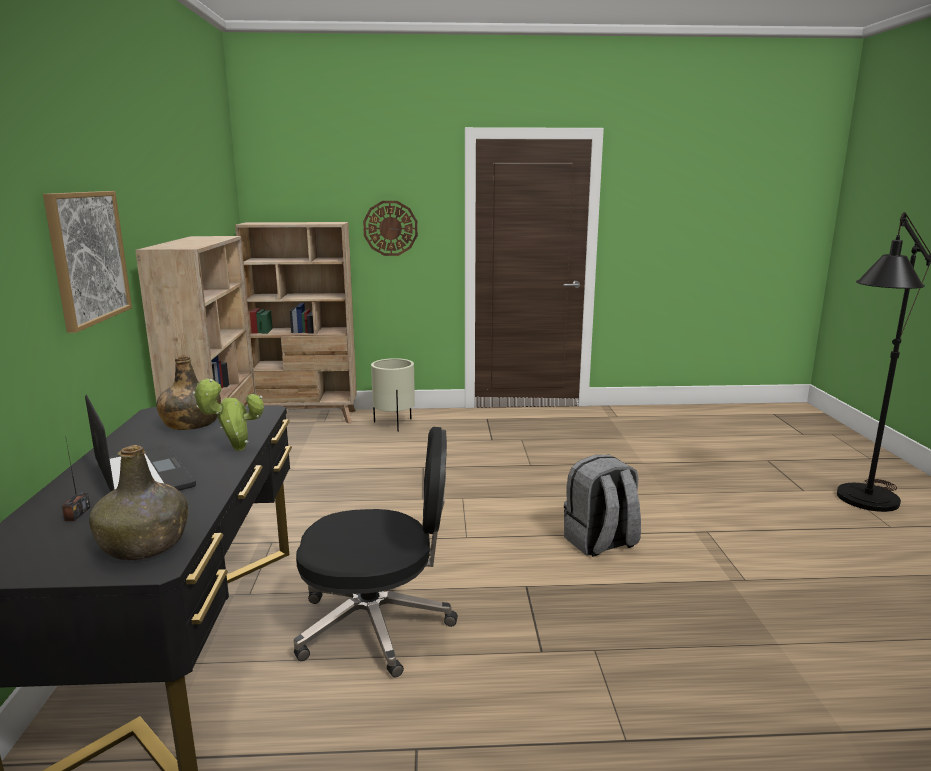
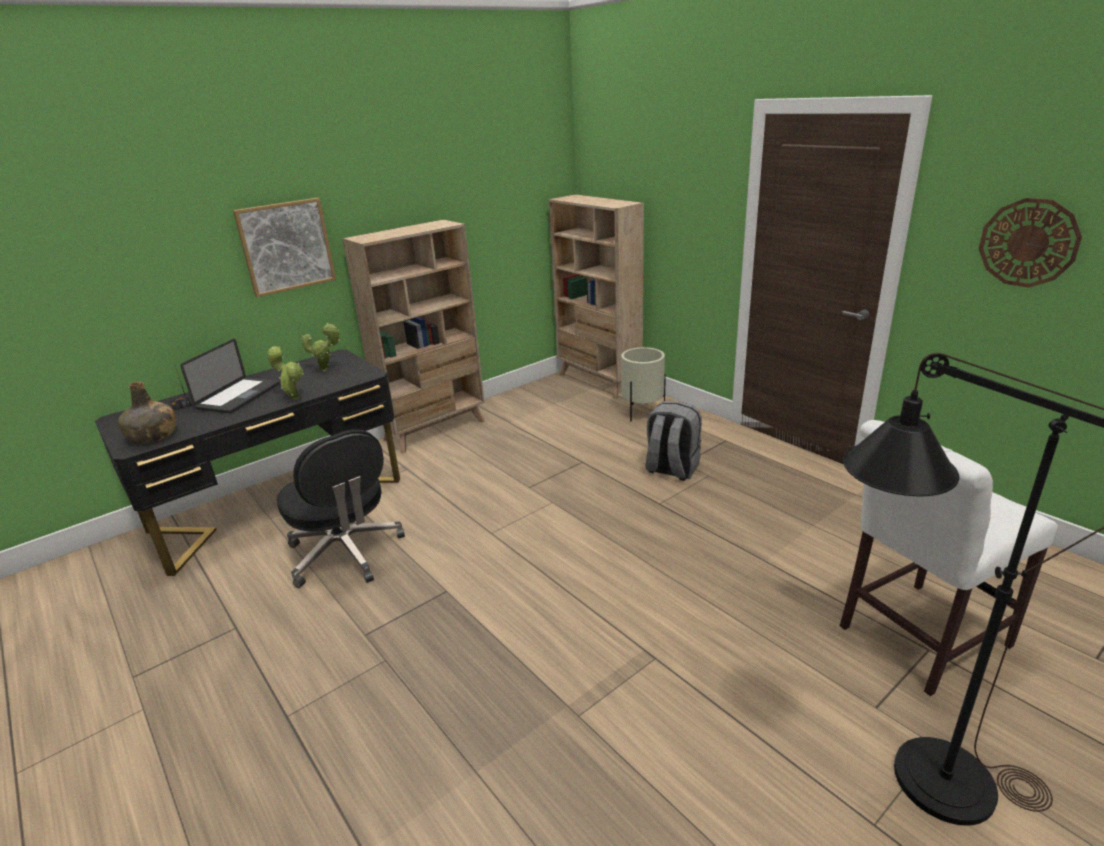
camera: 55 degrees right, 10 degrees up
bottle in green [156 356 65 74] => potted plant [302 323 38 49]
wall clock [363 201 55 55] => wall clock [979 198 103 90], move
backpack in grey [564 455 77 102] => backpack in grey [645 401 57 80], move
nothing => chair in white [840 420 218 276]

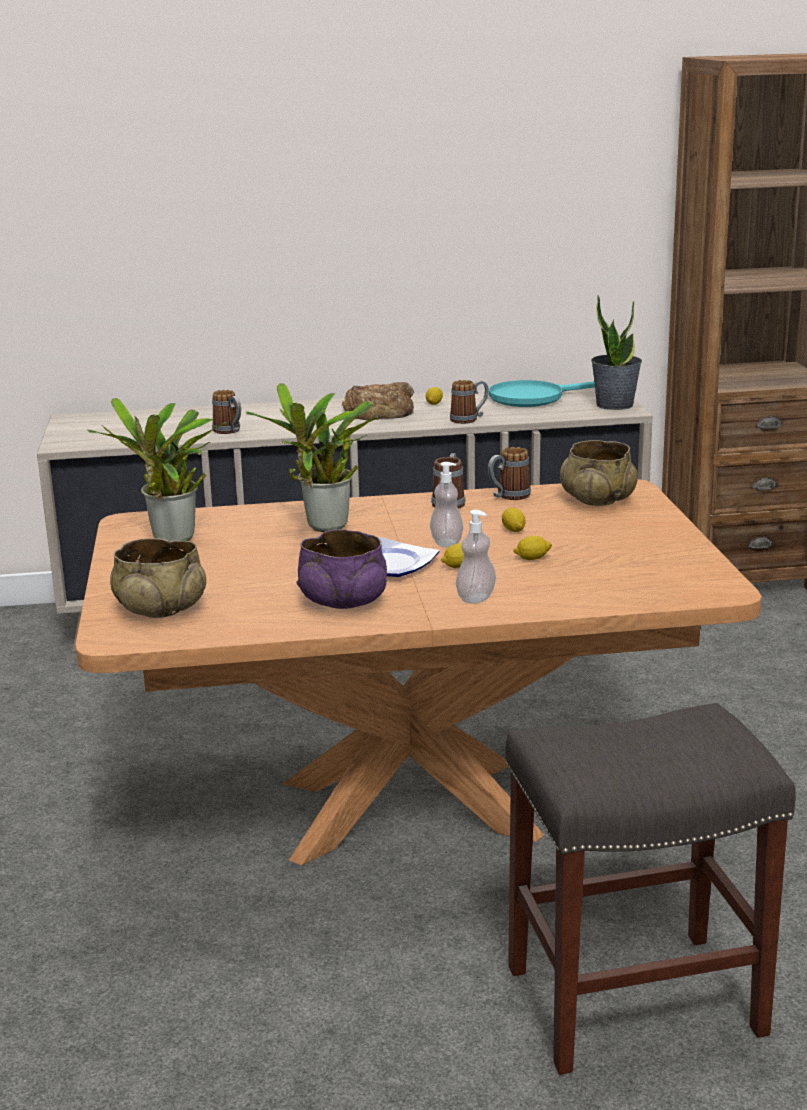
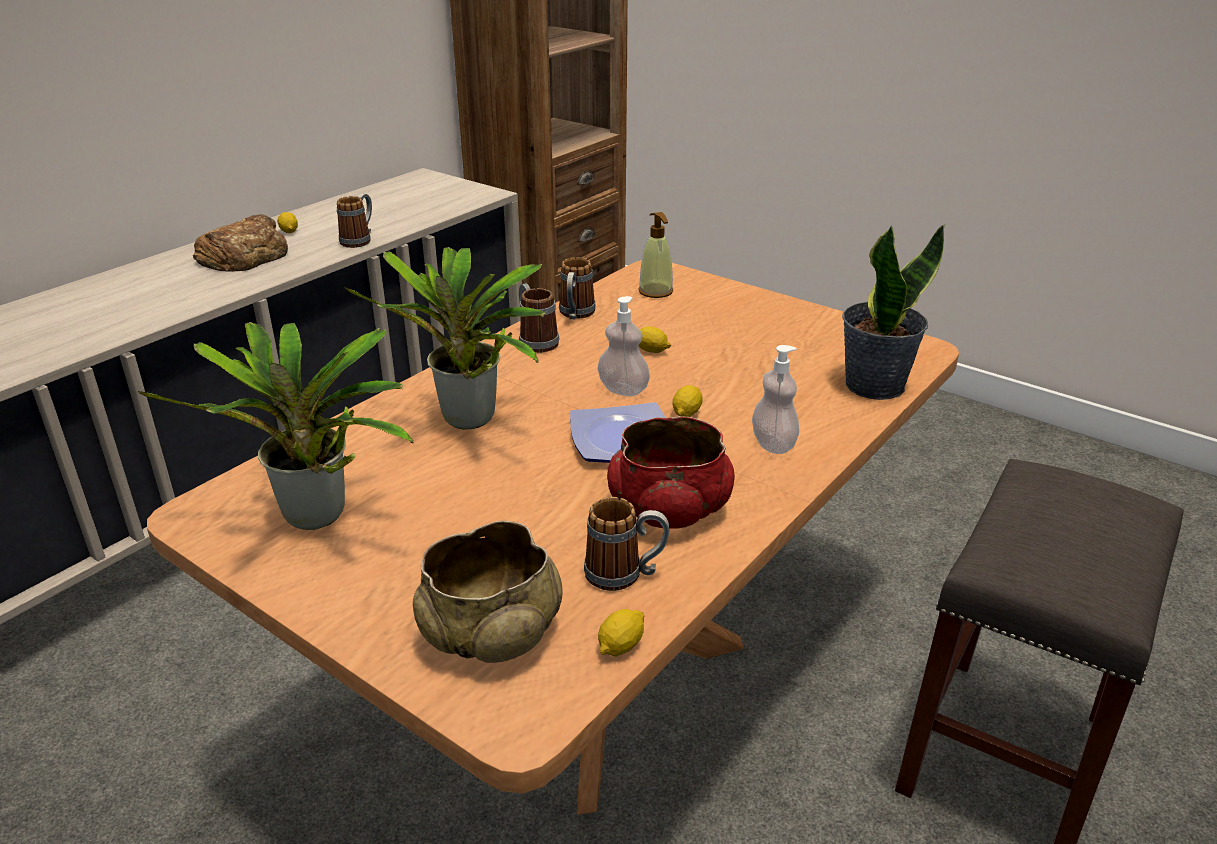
camera: 45 degrees left, 10 degrees up
mug [212 390 29 44] => mug [584 497 85 94], move
bowl in purple [296 529 91 80] => bowl in red [607 416 128 113]
frying pan in turquoise [489 380 106 27] => nothing
lemon [513 536 39 24] => lemon [598 609 47 48], move
bowl in beige [560 440 78 66] => soap dispenser [638 212 36 86]
potted plant [591 296 51 114] => potted plant [842 224 103 176], move

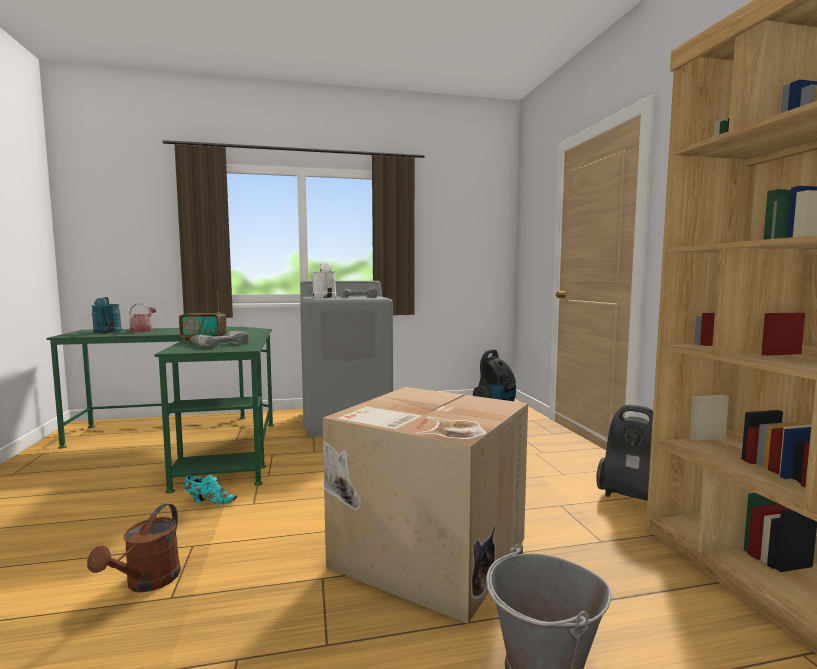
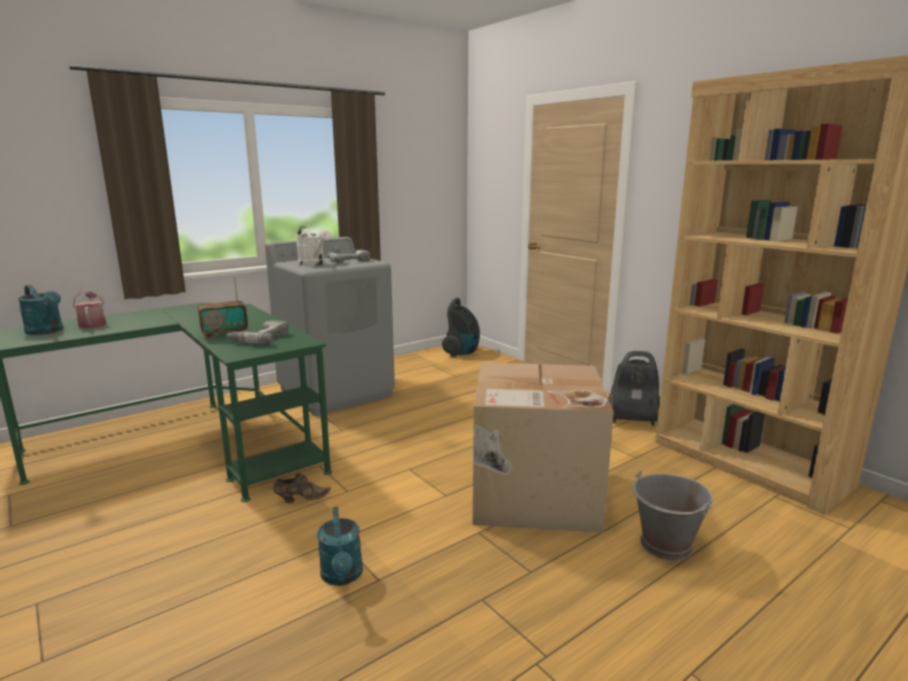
camera: 25 degrees left, 10 degrees up
watering can in brown [87 504 94 88] => watering can in turquoise [317 507 46 79]
shoe in turquoise [184 474 54 30] => shoe in brown [273 474 58 29]

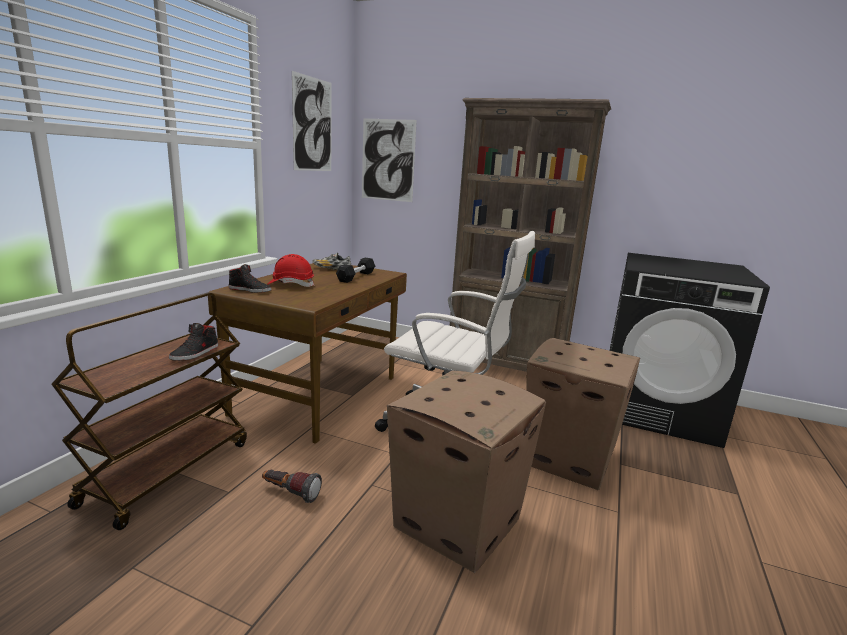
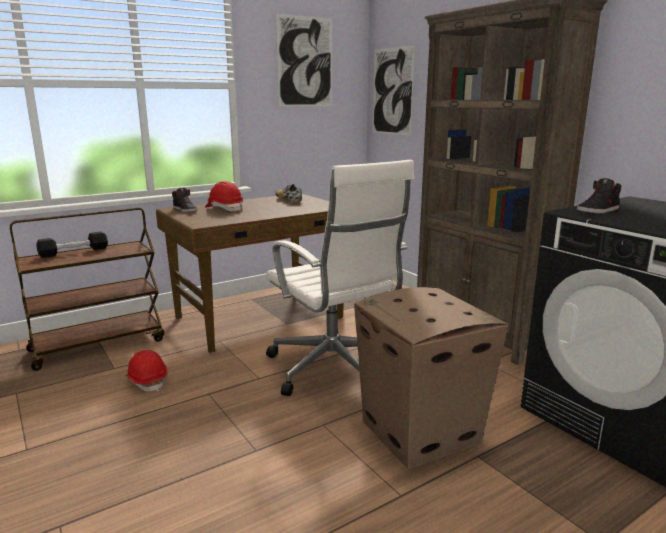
camera: 35 degrees right, 0 degrees up
shoe in black [169 323 49 38] => shoe in black [577 178 44 36], move
flashlight [262 470 60 33] => hard hat in red [126 350 42 41]
dumbbell in black [336 258 39 25] => dumbbell in black [36 231 72 27], move
cardboard box [387 371 159 202] => nothing

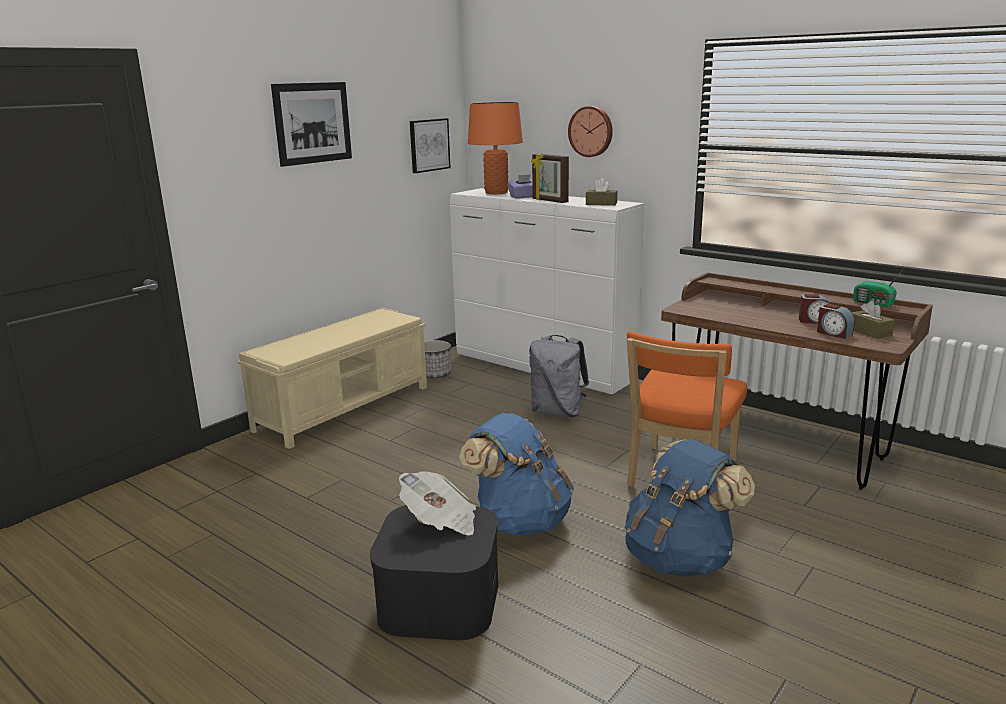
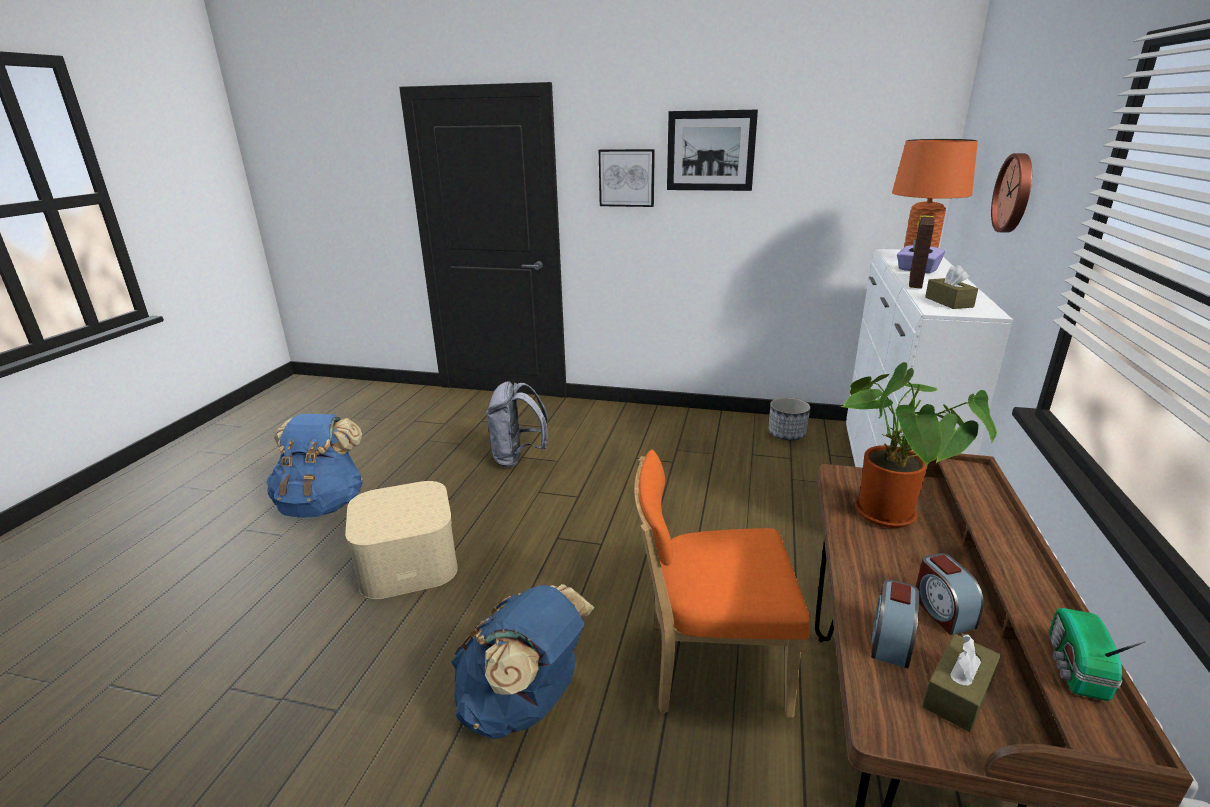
camera: 65 degrees right, 5 degrees up
bench in beige [237 308 190 141] => nothing
storage box in black [370 505 129 135] => storage box in beige [345 481 113 118]
newspaper [399 471 77 64] => nothing
picture [410 118 41 55] => picture [599 149 56 58], move
backpack in blue [459 413 115 122] => backpack in blue [266 414 97 104], move
backpack in grey [529 335 60 82] => backpack in grey [486 381 62 87], move
nothing => potted plant [841 362 156 166]

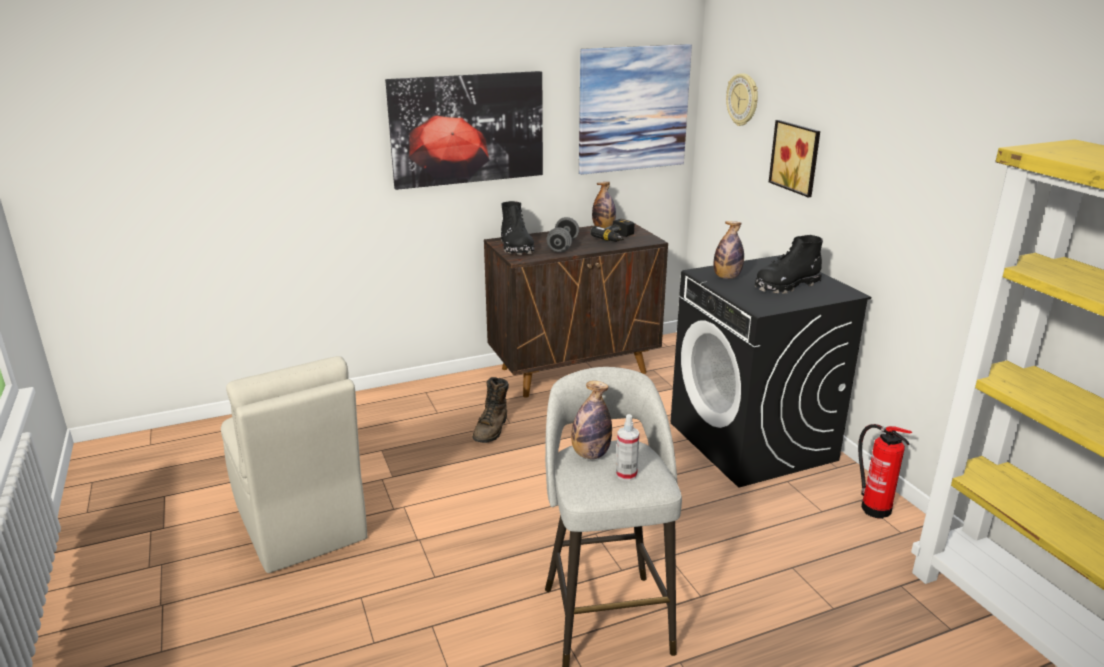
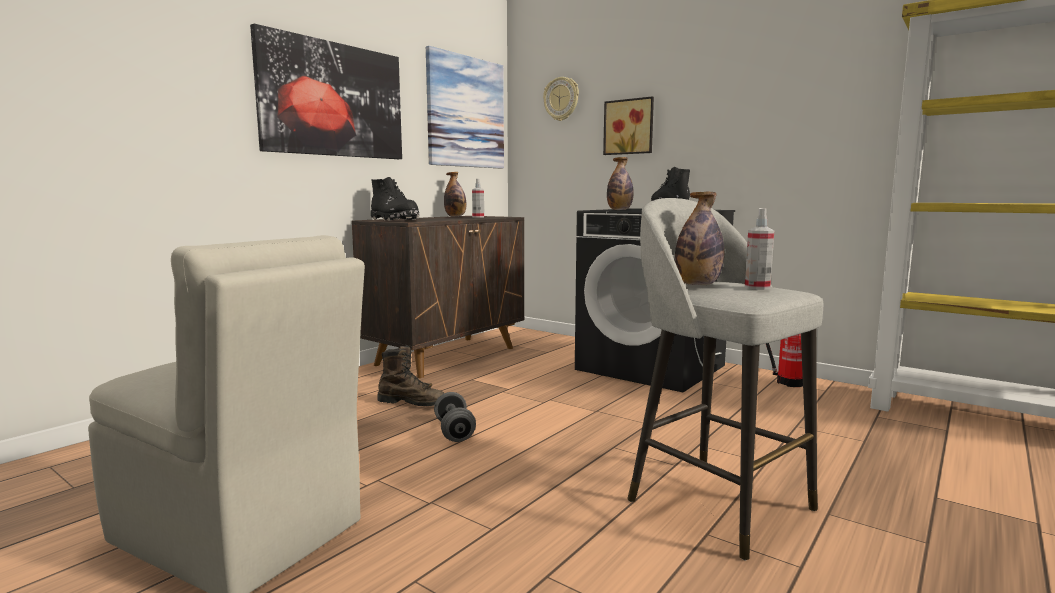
camera: 30 degrees left, 15 degrees down
boot in brown [473 377 36 66] => boot in brown [377 345 67 61], 60 degrees counterclockwise
dumbbell in grey [547 217 32 36] => dumbbell in grey [434 392 42 50], move
power drill [590 219 44 23] => spray bottle [472 179 12 39]

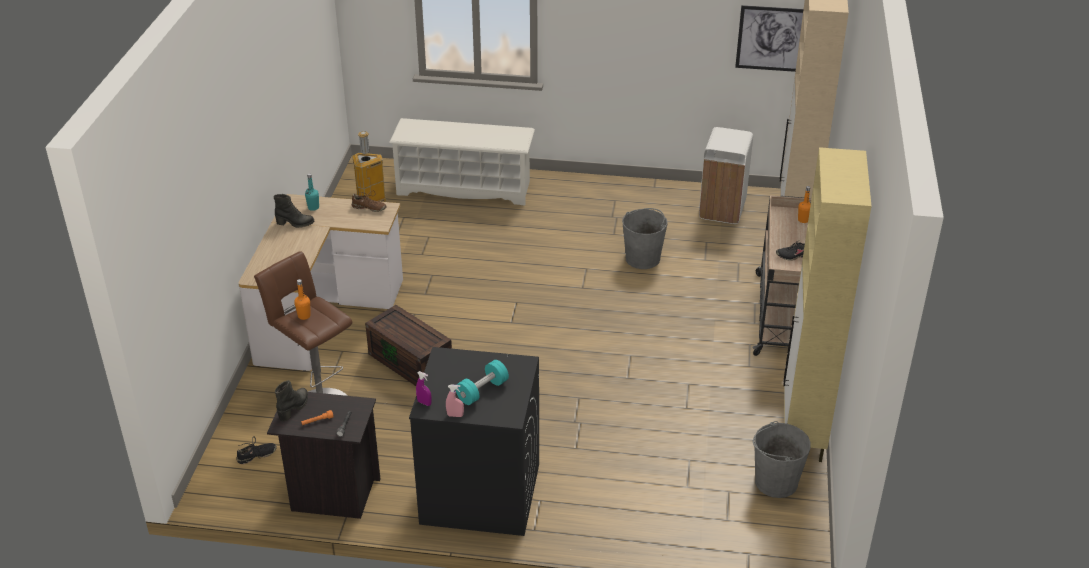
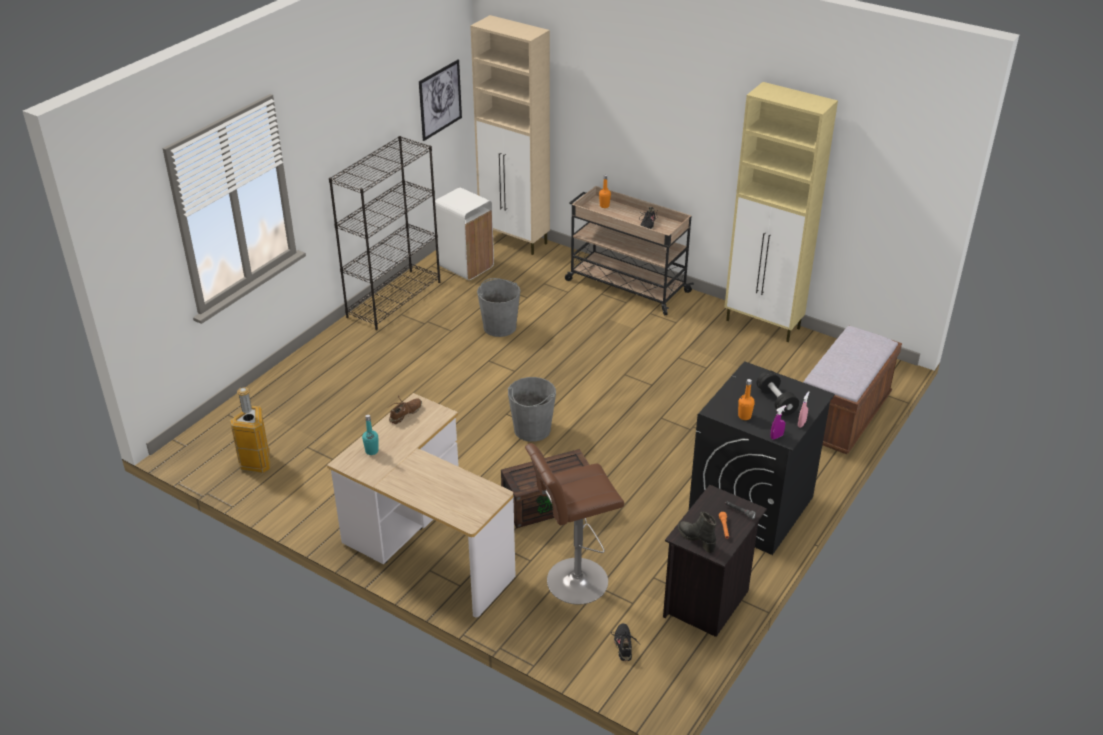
camera: 65 degrees left, 0 degrees up
boot in black [273 194 41 34] => nothing
bottle in orange [294 279 17 41] => bottle in orange [738 379 17 41], move
shoe rack in white [389 118 146 87] => nothing
dumbbell in turquoise [456 360 53 45] => dumbbell in black [757 371 42 45]
bucket in grey [753 421 58 77] => bucket in grey [508 377 48 65], move
nothing => bookcase in black [329 136 111 194]
nothing => bench in brown [803 326 99 128]

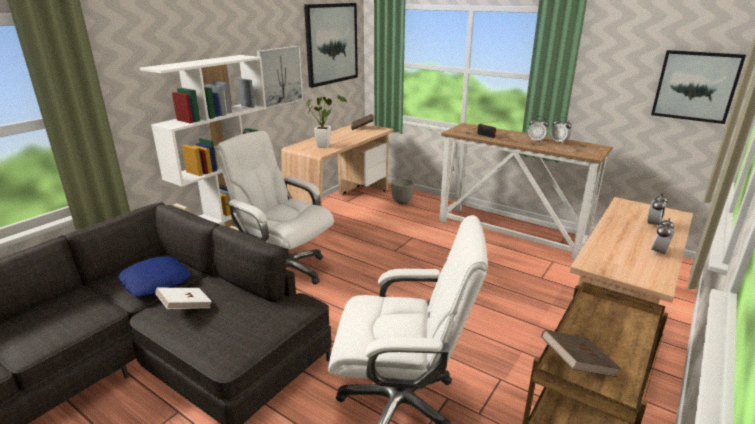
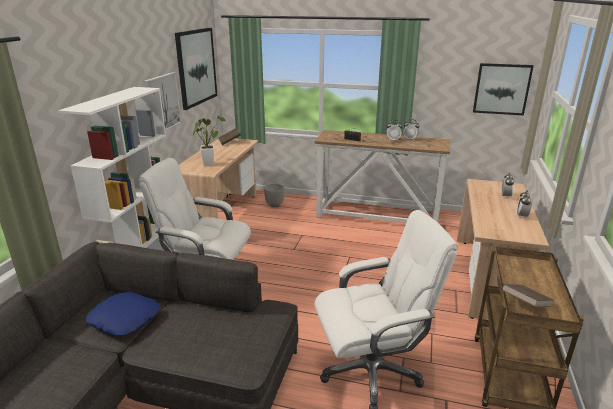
camera: 20 degrees left, 0 degrees up
book in white [155 288 57 21] => nothing

